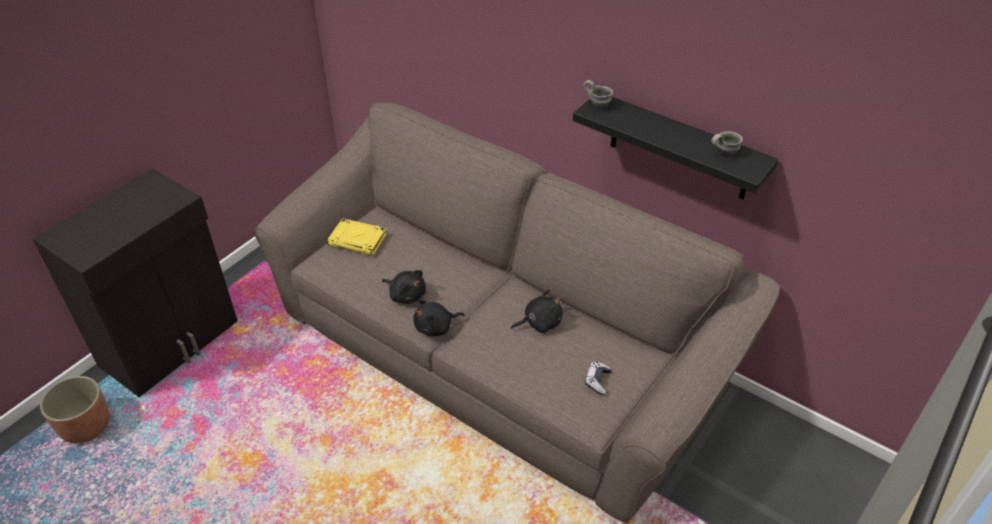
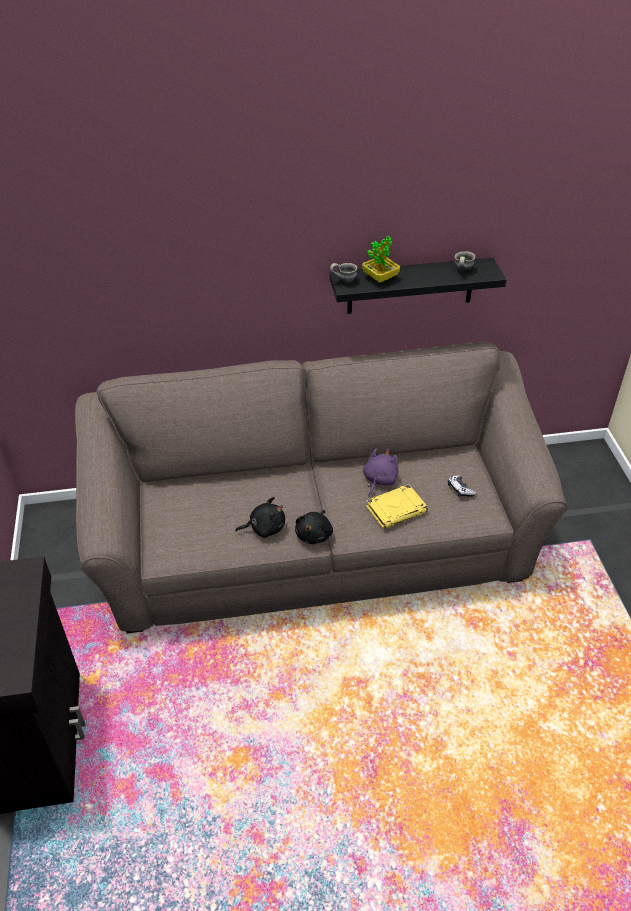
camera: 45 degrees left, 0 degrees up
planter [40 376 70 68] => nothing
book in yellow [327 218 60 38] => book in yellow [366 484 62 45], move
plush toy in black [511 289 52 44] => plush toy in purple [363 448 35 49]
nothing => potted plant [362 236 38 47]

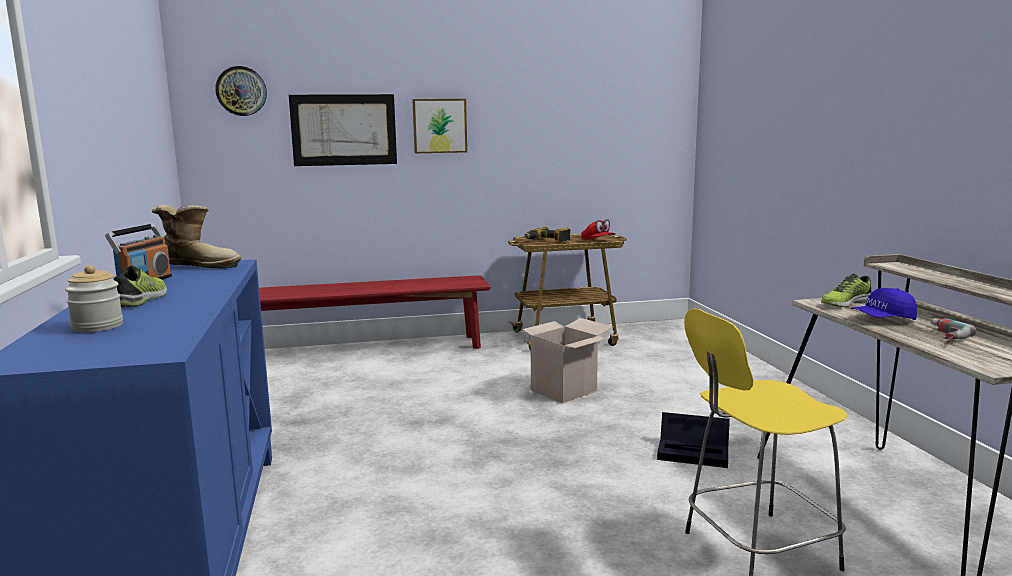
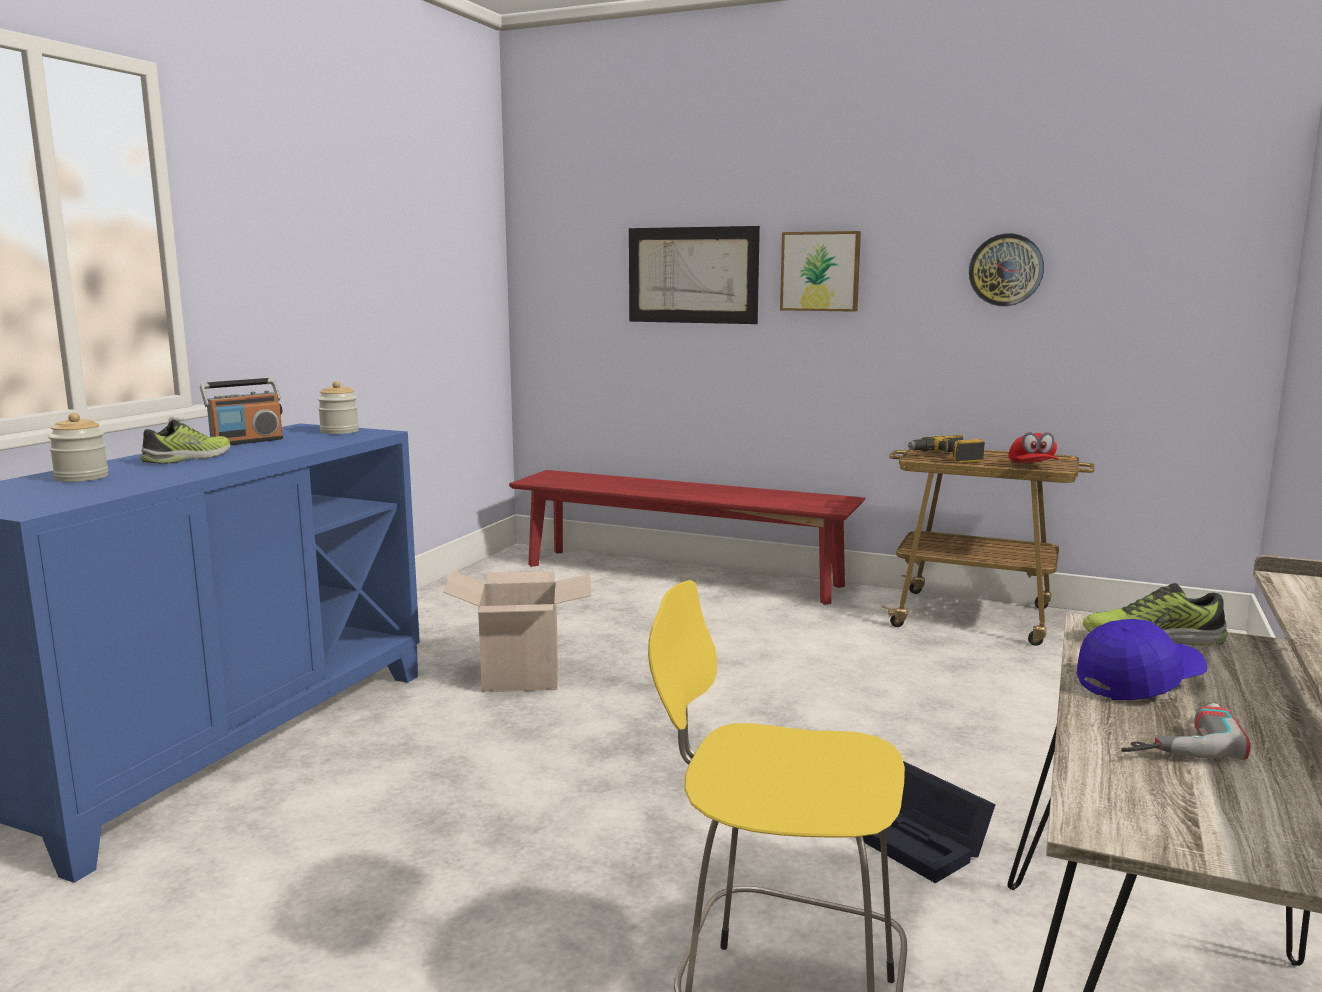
camera: 35 degrees right, 0 degrees up
boot [152 205 89 64] => jar [318 381 41 53]
wall clock [215 66 52 50] => wall clock [969 233 75 73], move
cardboard box [515 318 98 85] => cardboard box [443 570 148 122], move
cap in blue [850 288 67 32] => cap in blue [1077 619 130 81], 135 degrees clockwise

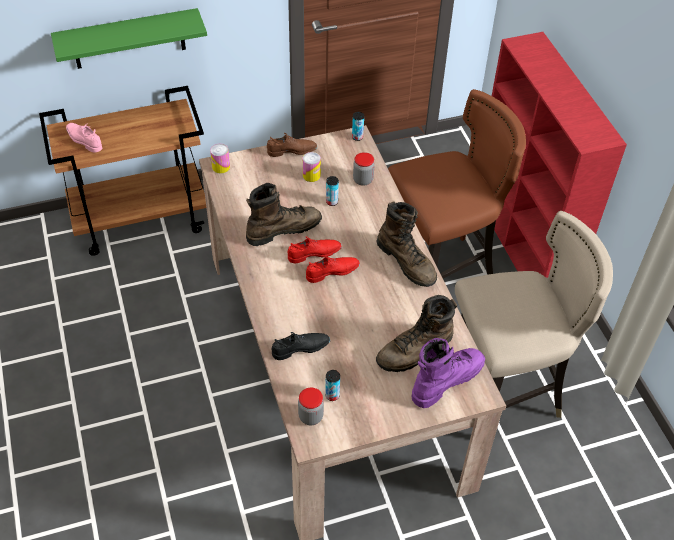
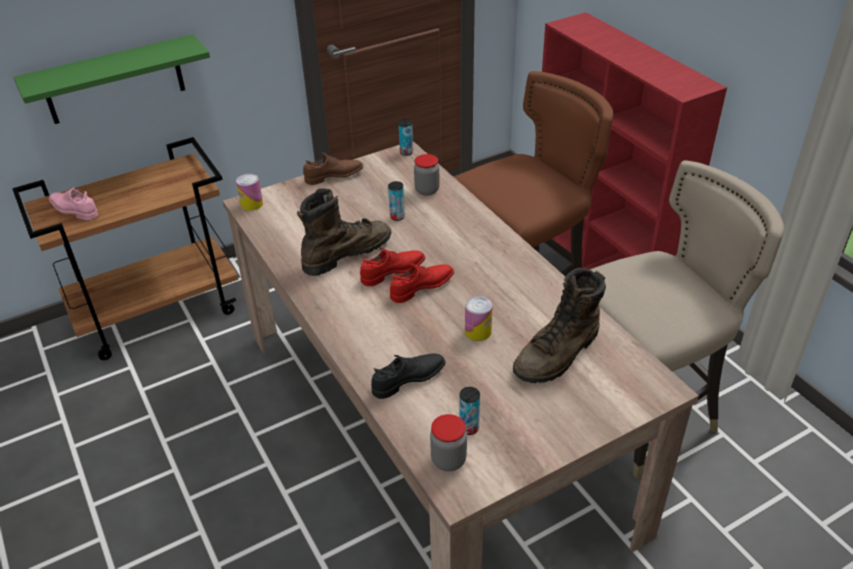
camera: 10 degrees left, 10 degrees down
can [303 152 18 30] => can [465 296 28 45], move
boot in brown [376 201 61 86] => nothing
boot in purple [412 338 73 70] => nothing

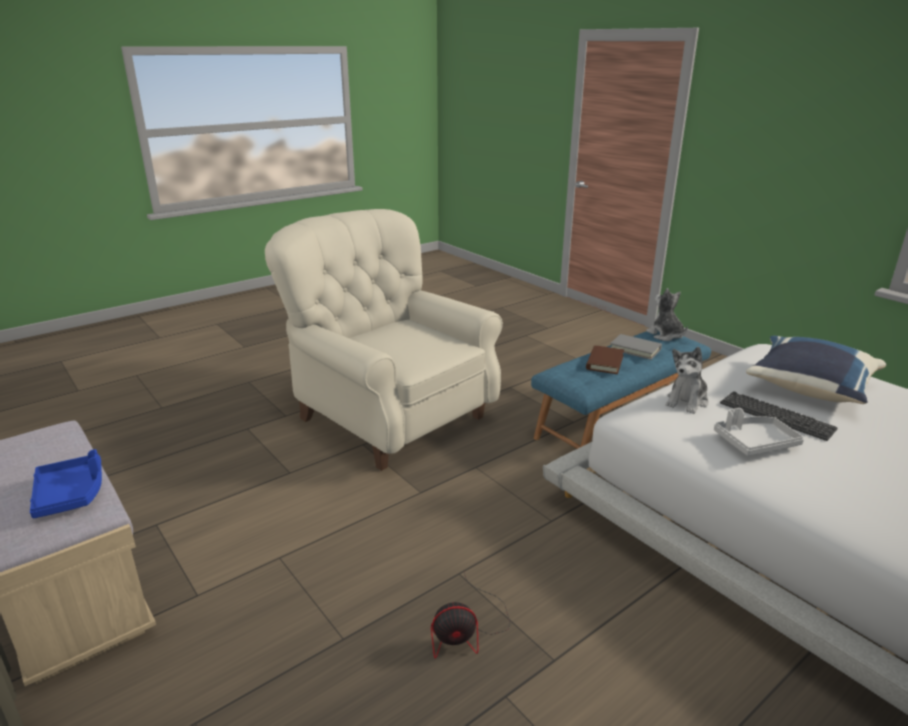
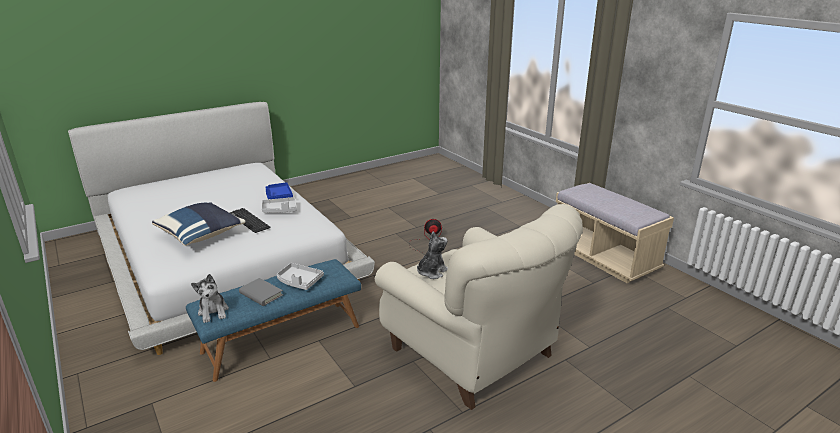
camera: 175 degrees left, 0 degrees up
tray in blue [30 449 72 69] => tray in blue [266 182 27 17], move
book in brown [586 346 38 28] => tray in grey [277 263 47 27]
plush toy [666 347 43 67] => plush toy [417 231 31 48], move

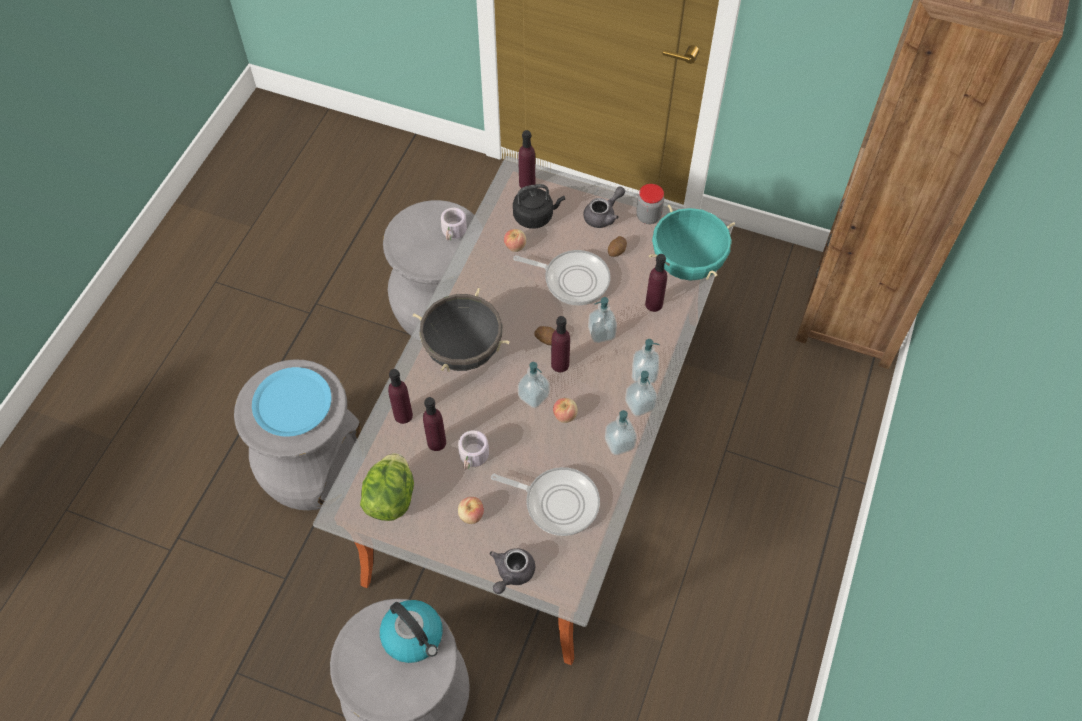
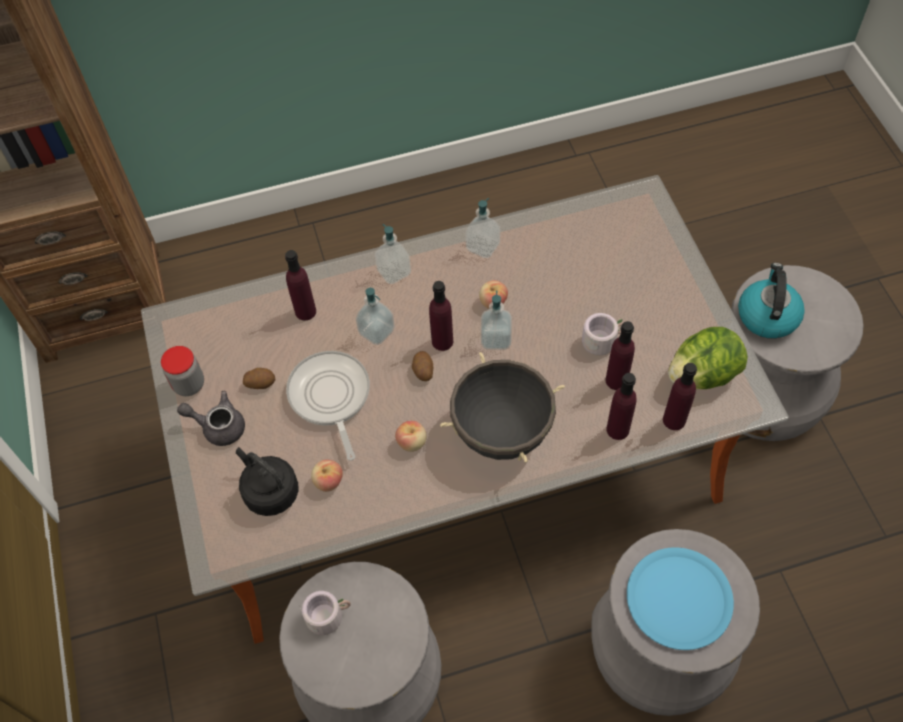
camera: 125 degrees left, 0 degrees up
apple [458 497 26 27] => apple [395 421 32 31], move
teapot in grey [489 548 46 46] => nothing
frying pan [491 467 109 69] => nothing
bottle in purple [518 130 18 58] => bottle in purple [663 363 34 67], move
soap dispenser [625 371 33 45] => nothing
cooking pot in turquoise [649 205 86 76] => nothing

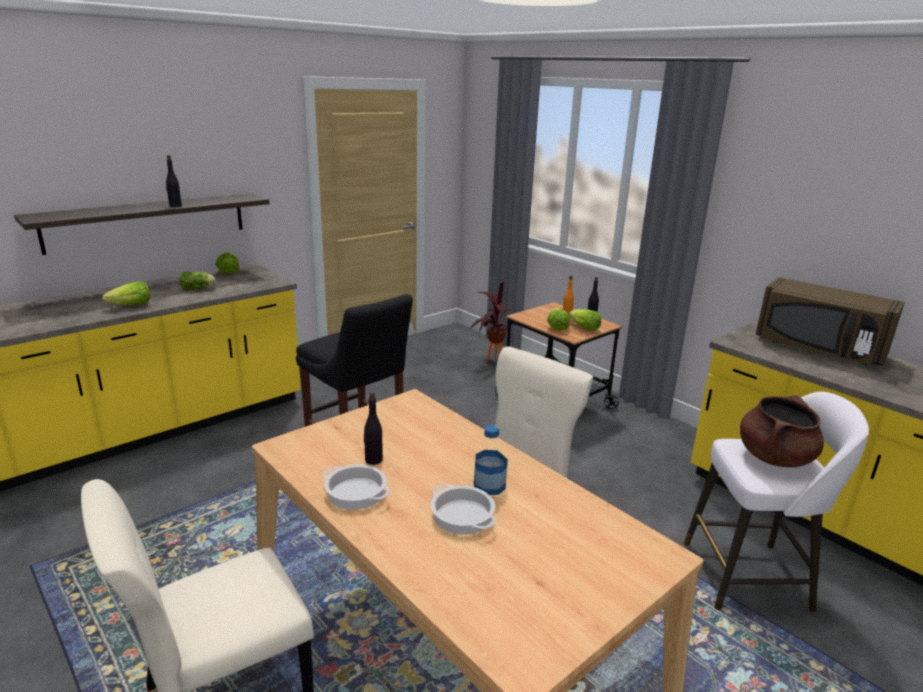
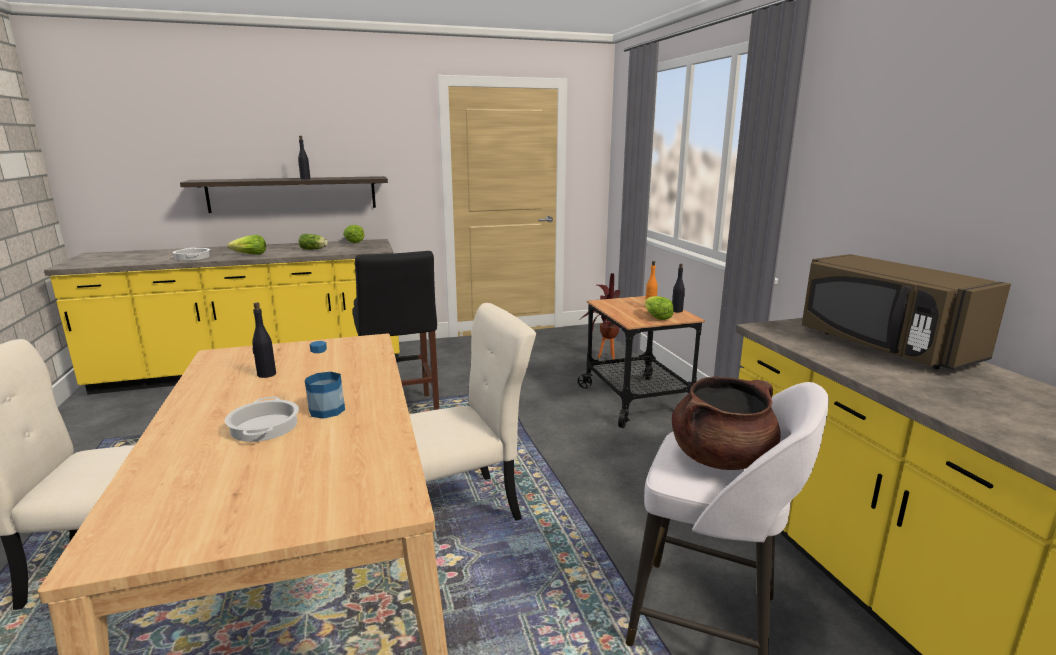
camera: 25 degrees right, 5 degrees down
cooking pot [322 465 69 45] => cooking pot [172 248 38 13], move
lettuce [547 308 23 23] => nothing

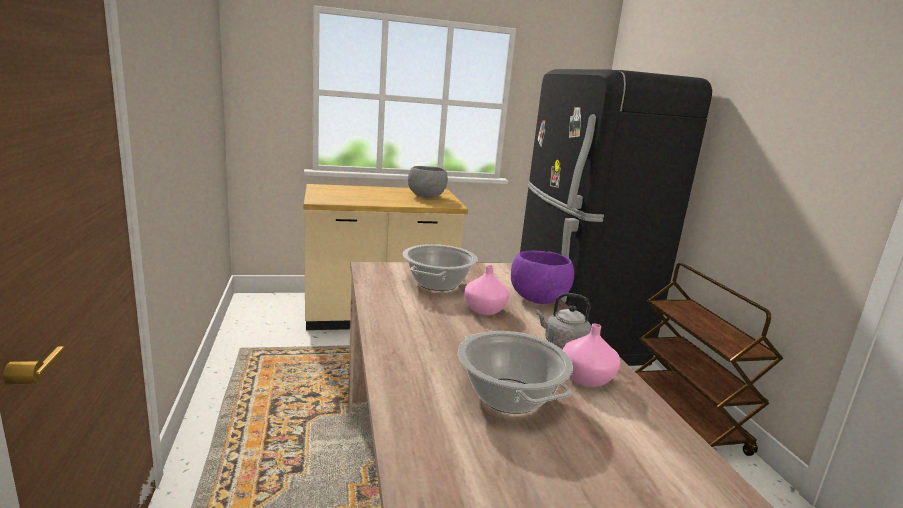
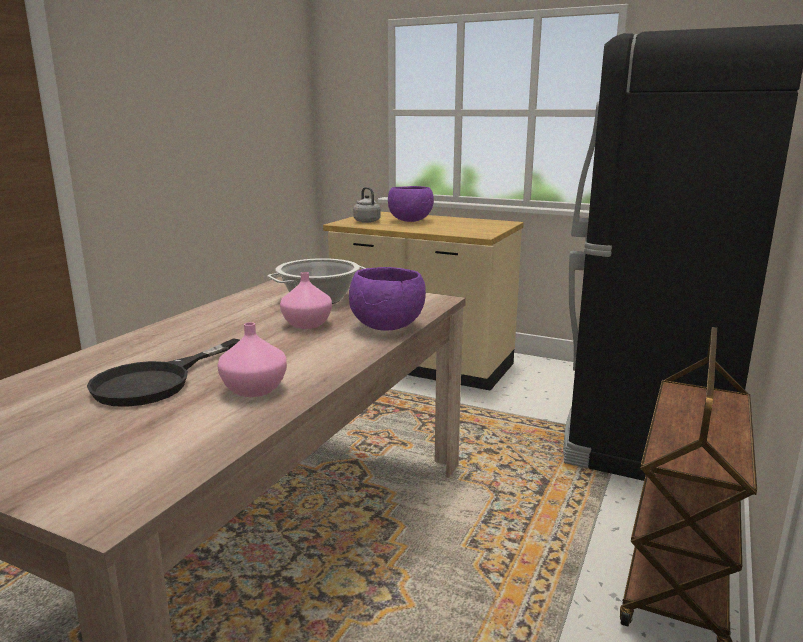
camera: 40 degrees right, 0 degrees up
bowl in grey [408 166 40 32] => nothing
cooking pot [458 331 115 83] => frying pan in black [87 338 153 69]
kettle in grey [536 293 55 56] => kettle in grey [353 187 28 36], move
nothing => bowl in purple [388 186 46 36]

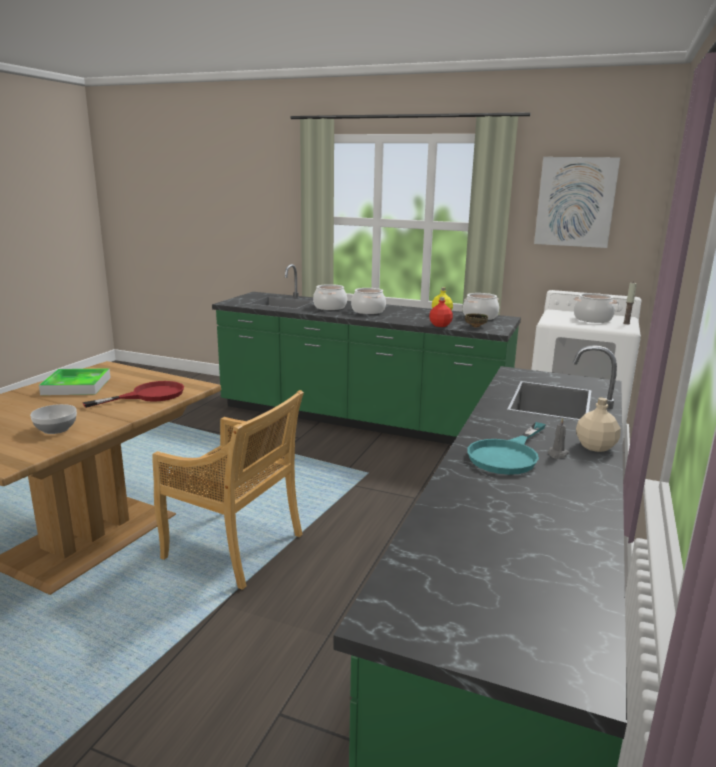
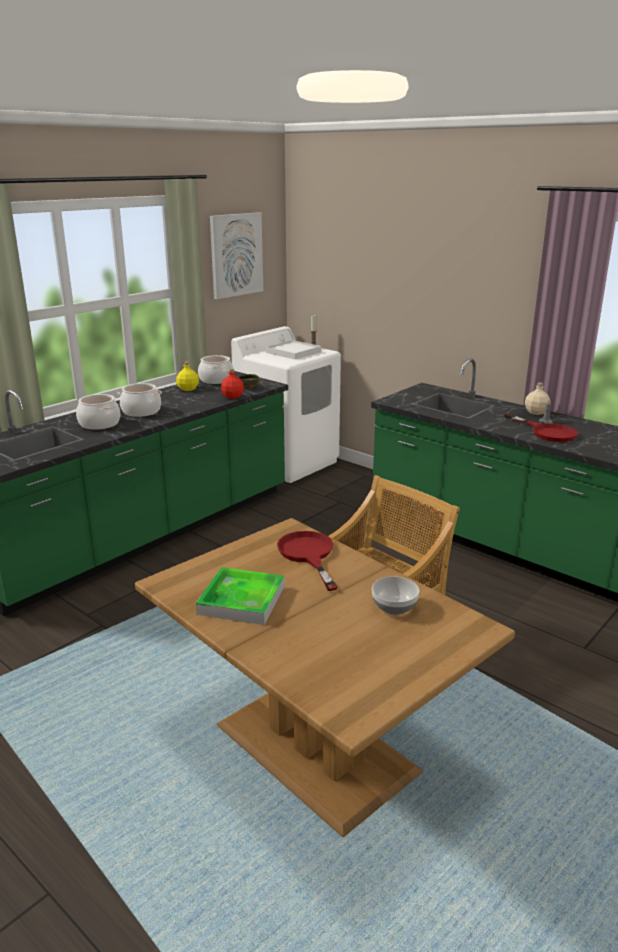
camera: 70 degrees left, 5 degrees up
frying pan in turquoise [467 422 79 53] => frying pan in red [504 413 74 29]
cooking pot [573 293 45 30] => tray in white [266 340 55 19]

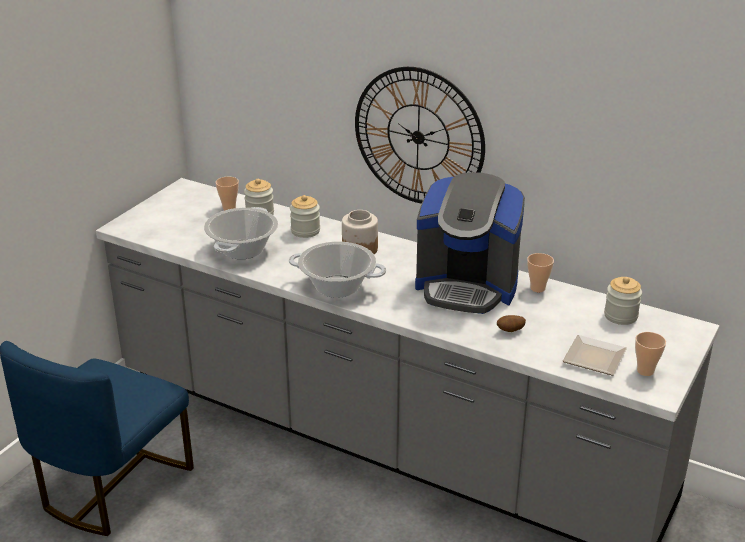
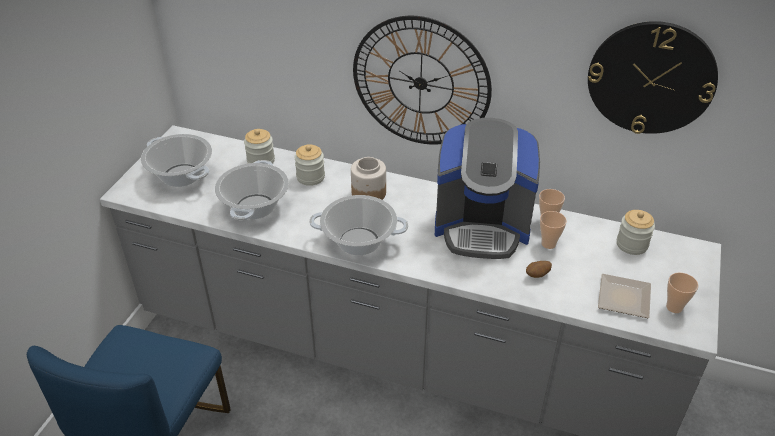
camera: 10 degrees left, 10 degrees up
cup [215 177 24 33] => cup [540 211 27 38], move
nothing => cooking pot [141 134 71 53]
nothing => wall clock [588 21 130 113]

